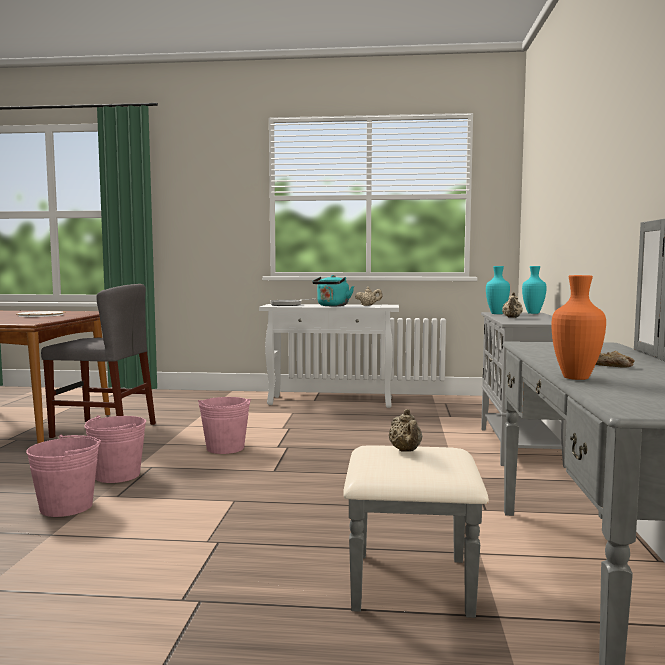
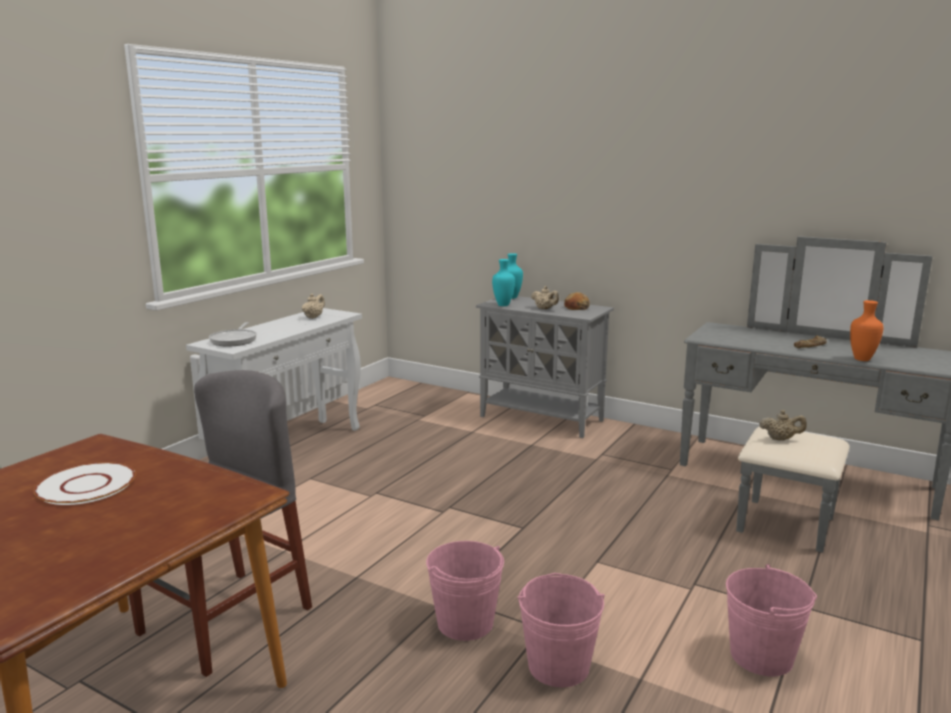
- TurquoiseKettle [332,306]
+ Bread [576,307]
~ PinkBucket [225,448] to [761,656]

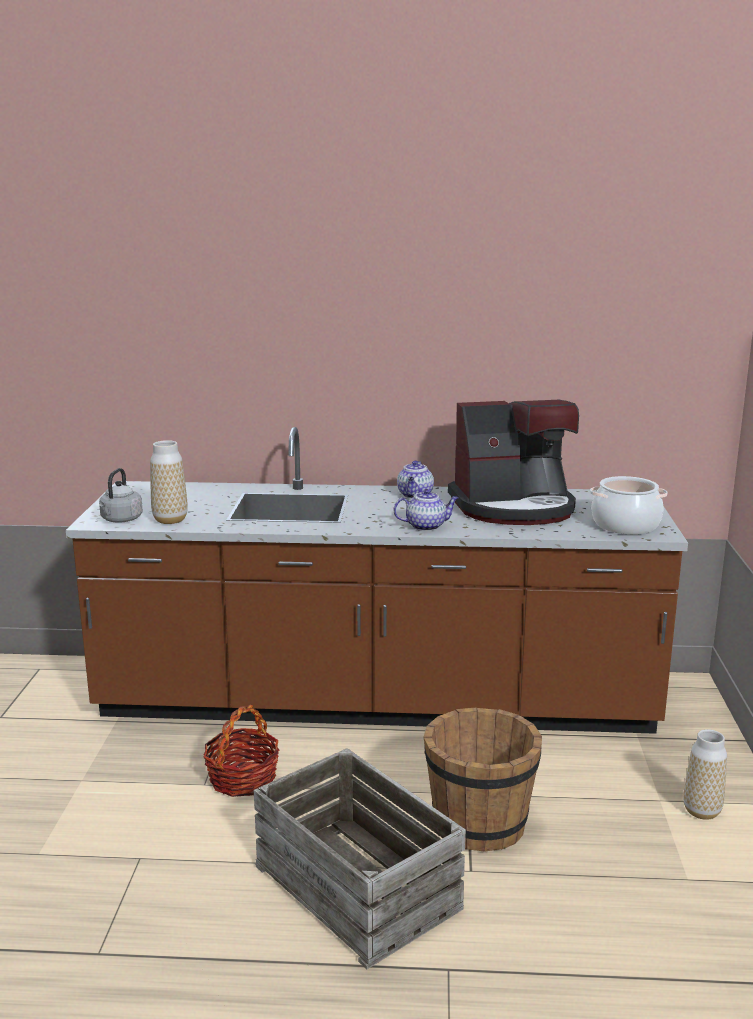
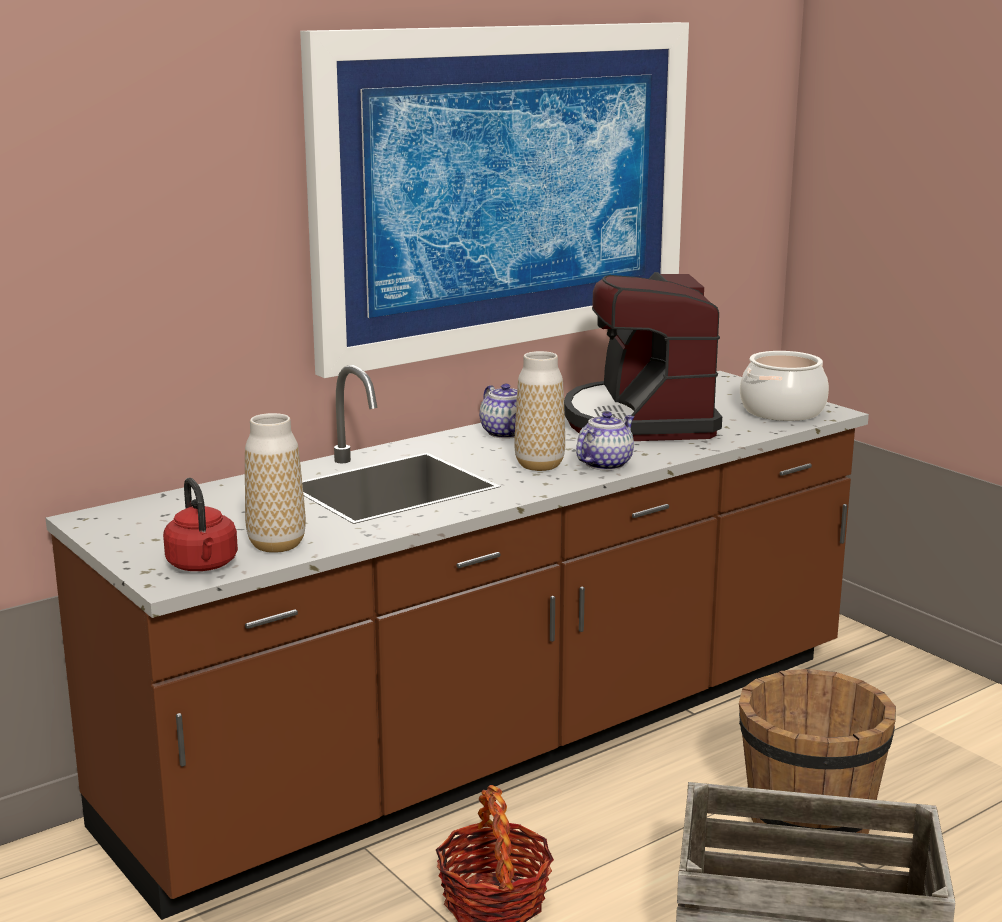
+ Picture [506,188]
~ Vase [701,811] to [539,465]
~ GreyKettle [120,520] to RedKettle [203,566]
~ CoffeeMachine [514,507] = [640,420] 135 degrees clockwise

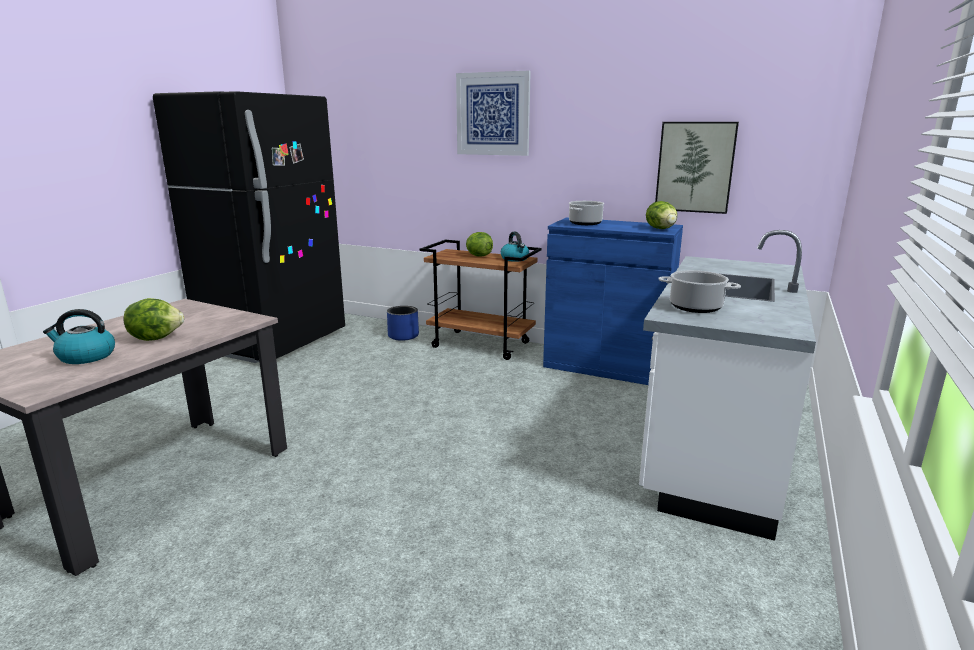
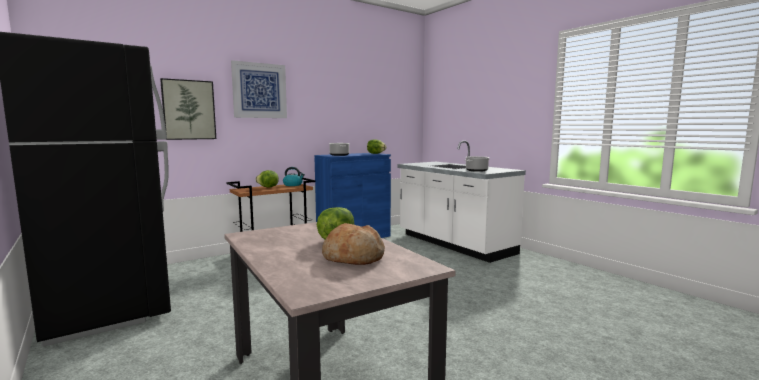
- BluePlanter [403,336]
~ Picture [695,167] to [189,110]
~ Kettle [85,356] to Bread [354,257]

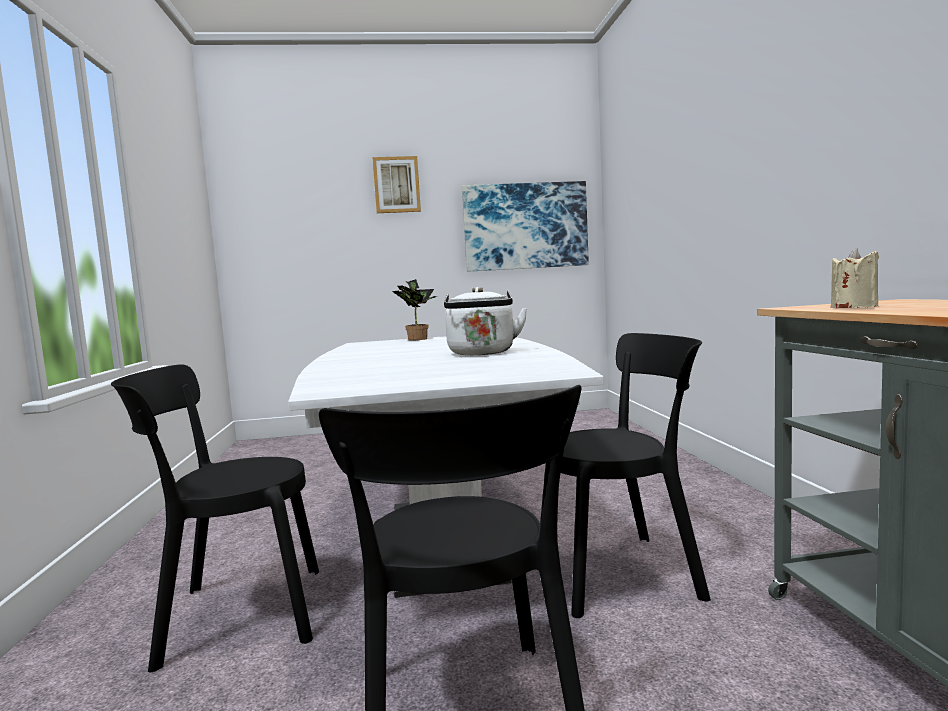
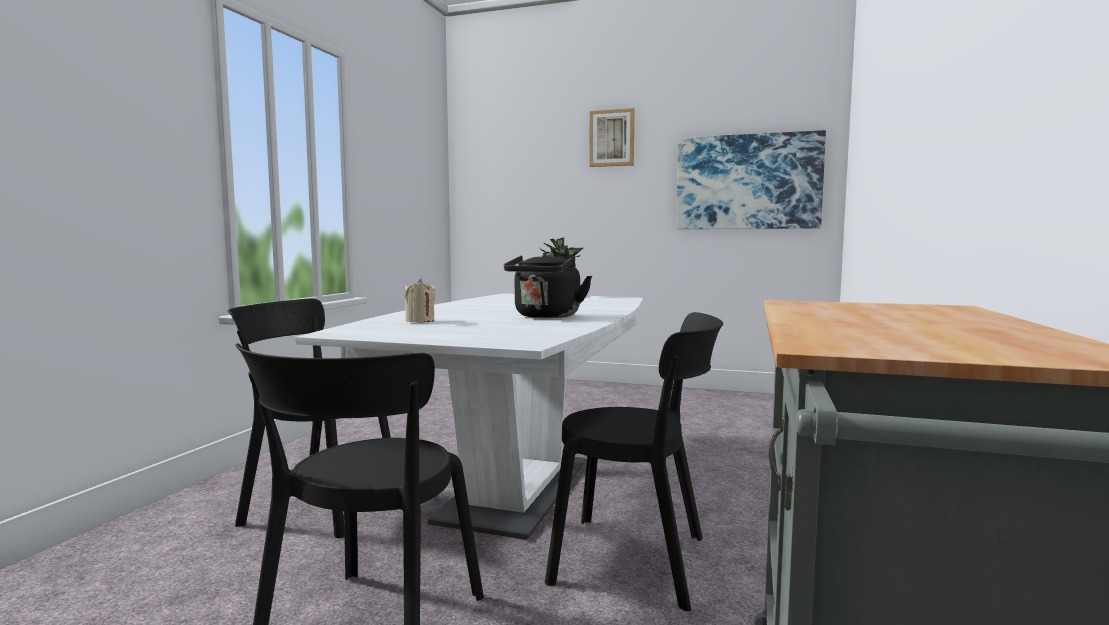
~ BeigeCandle [854,307] to [420,321]
~ WhiteKettle [482,353] to BlackKettle [546,316]

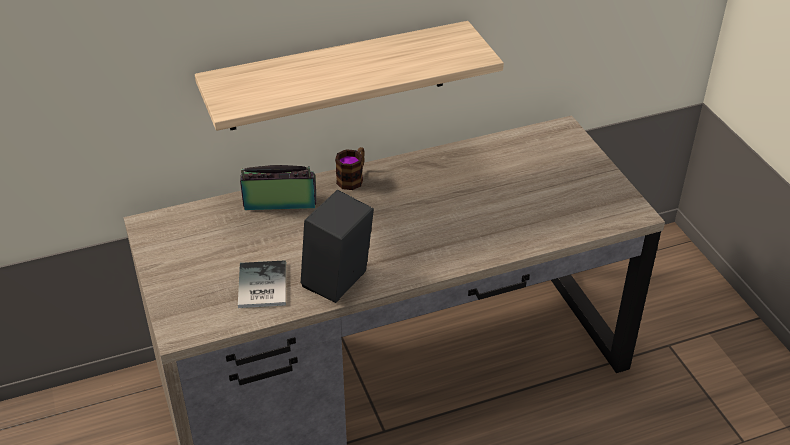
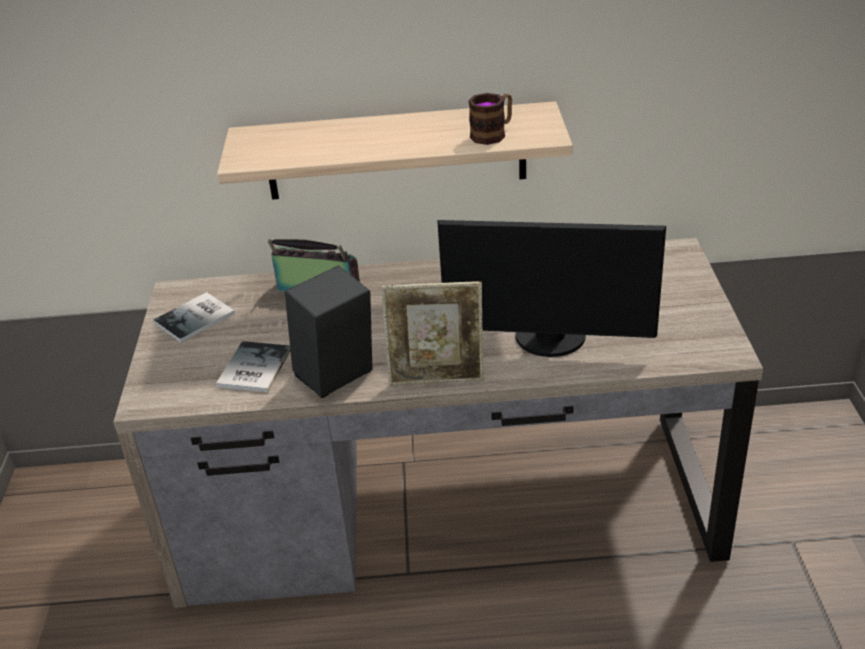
+ Book [197,318]
+ PictureFrame [437,379]
+ Monitor [550,340]
~ Mug [353,178] to [493,134]

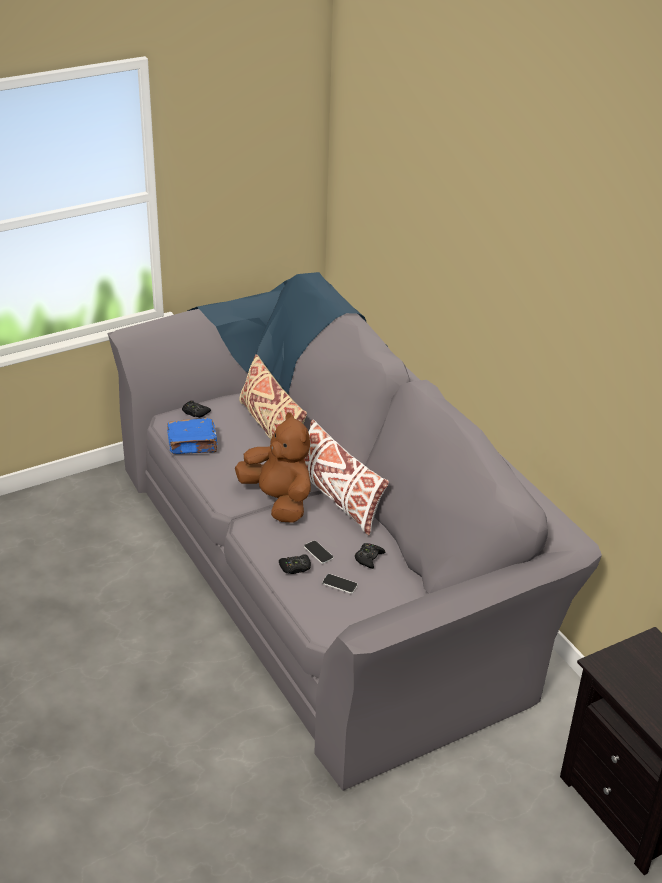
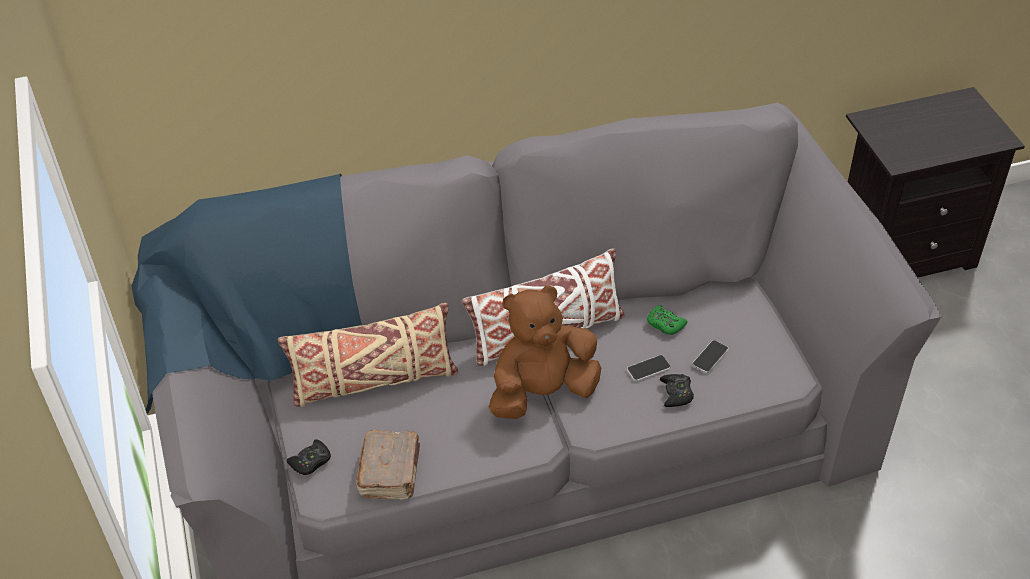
~ BlueBook [193,445] to BrownBook [391,472]
~ BlackGameController [369,558] to GreenGameController [665,324]

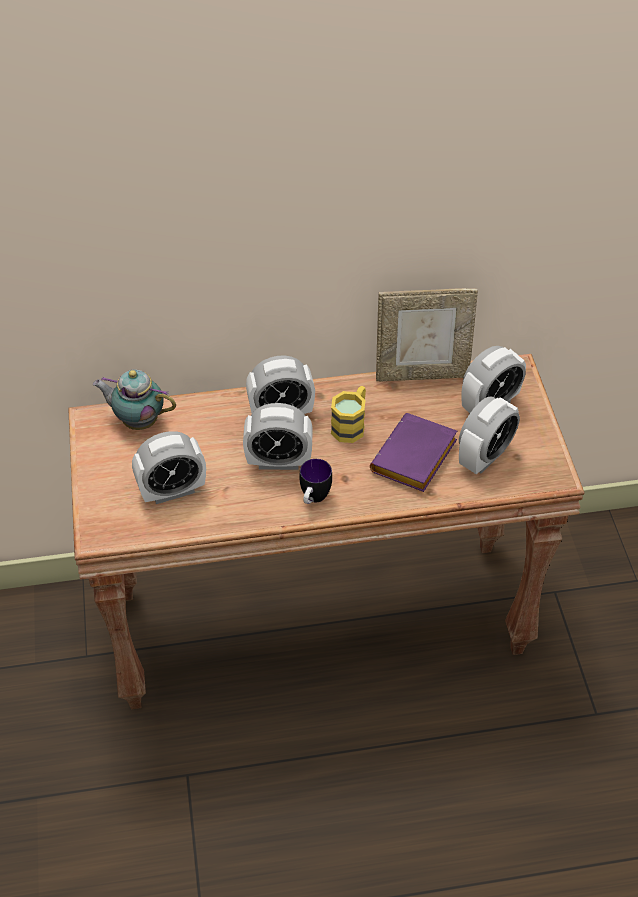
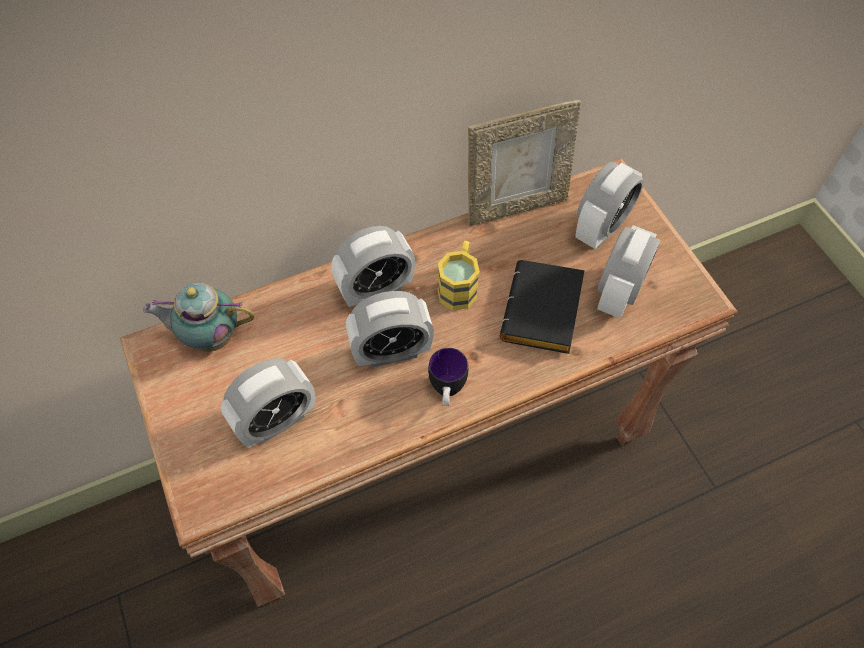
~ PurpleBook [415,460] to BlackBook [544,314]

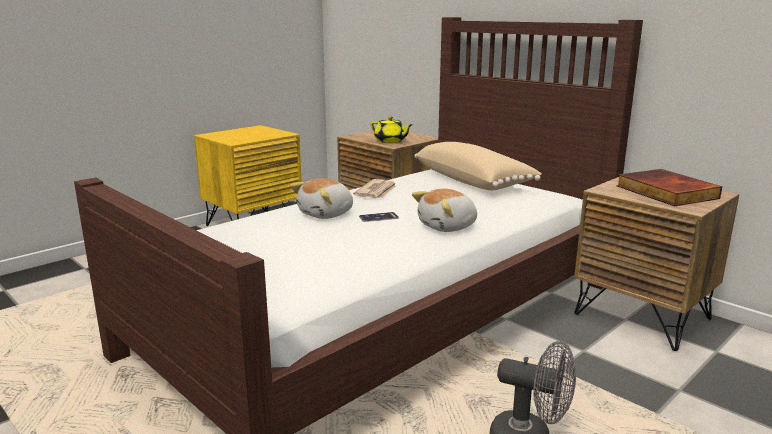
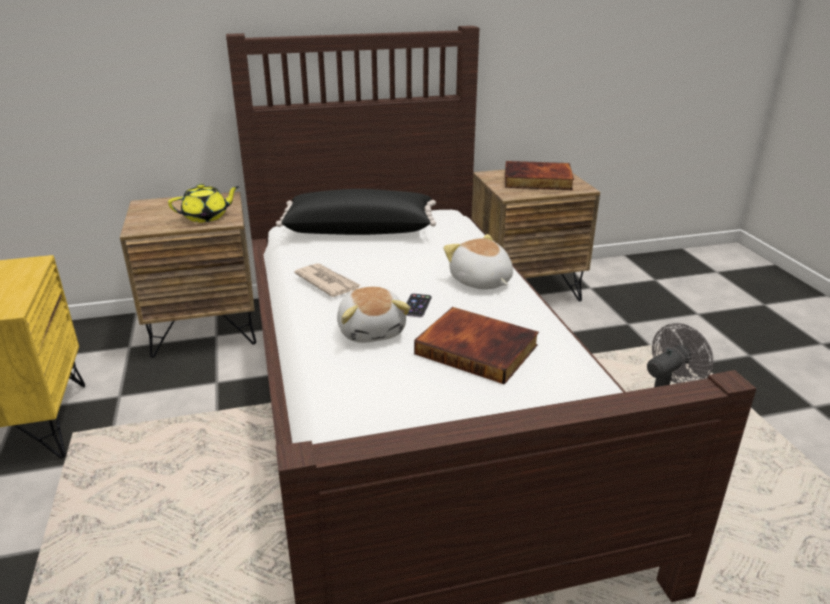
+ Book [478,348]
~ BeigePillow [473,182] to BlackPillow [359,229]
~ PlushToy [448,227] = [480,282] 150 degrees clockwise

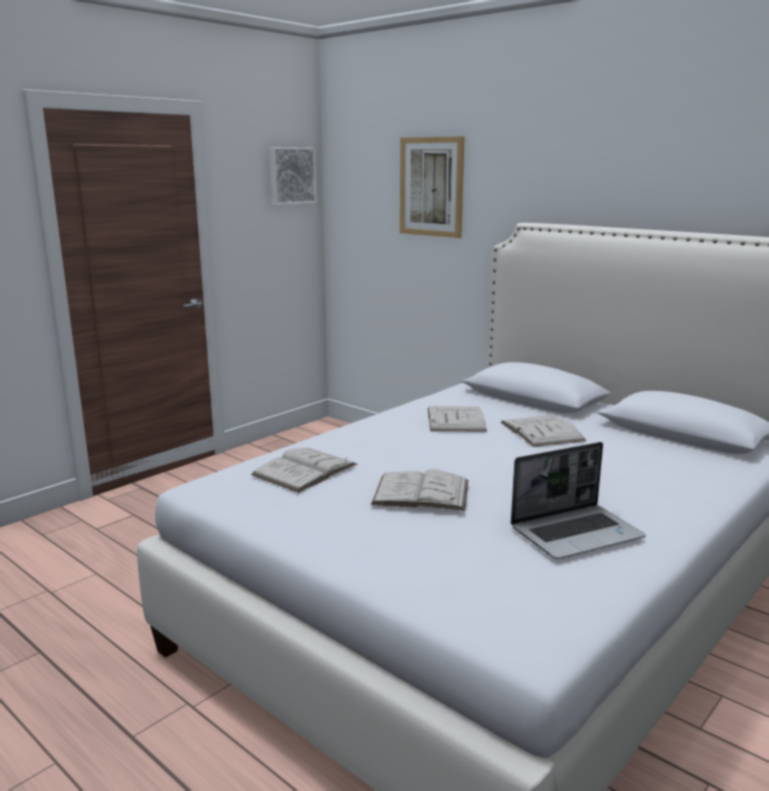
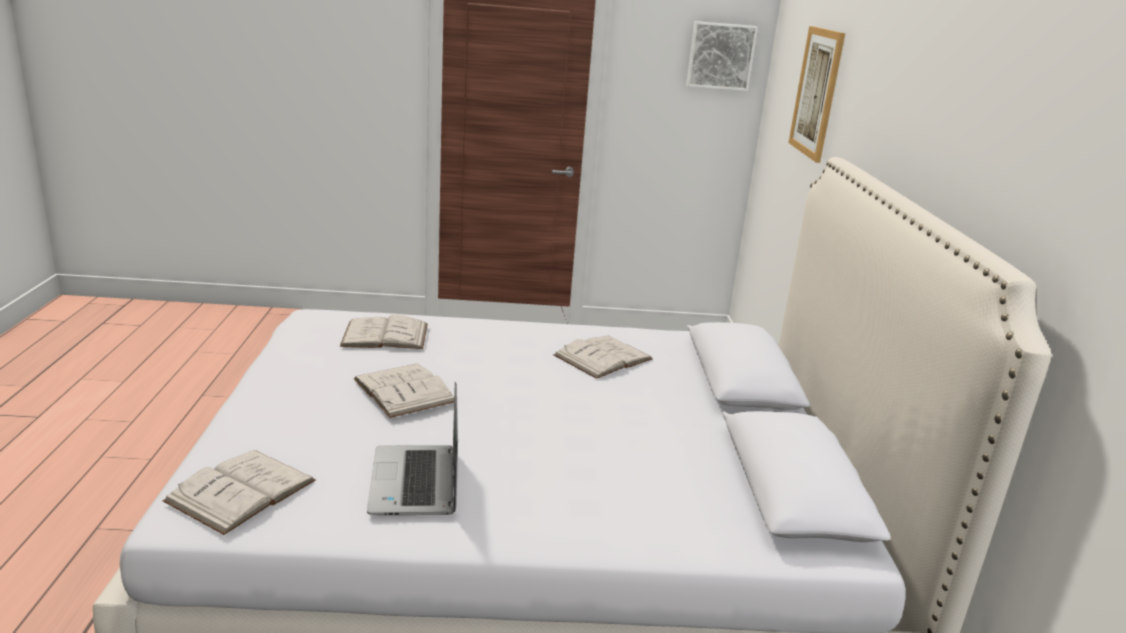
~ WhiteBook [541,431] to [241,490]
~ Laptop [576,533] = [416,483] 60 degrees clockwise

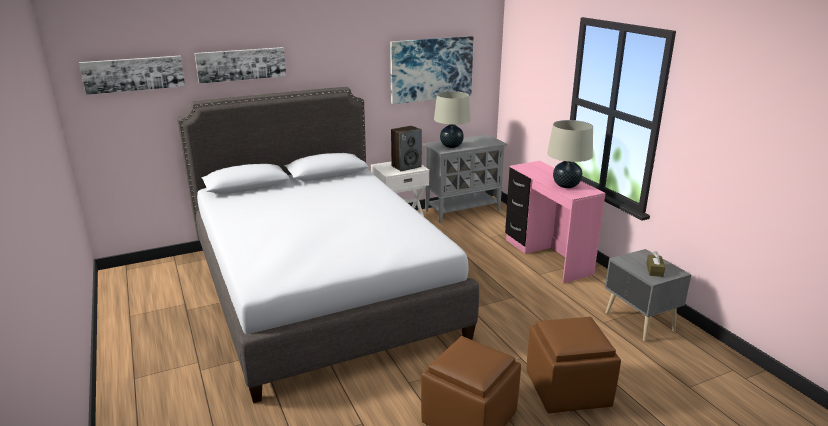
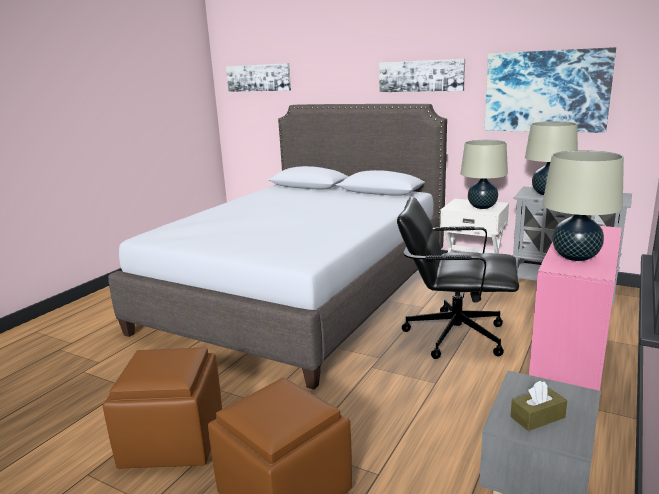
+ BlackOfficeChair [454,335]
~ Picture [241,64] to [421,76]
~ Speaker [406,166] to BeigeTableLamp [482,207]

